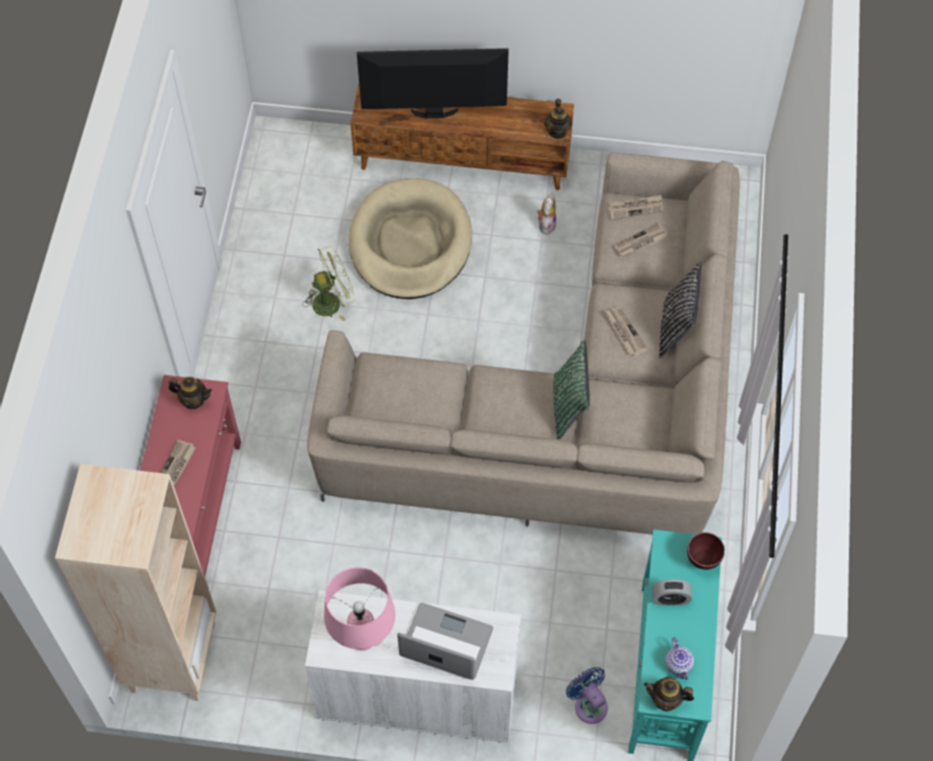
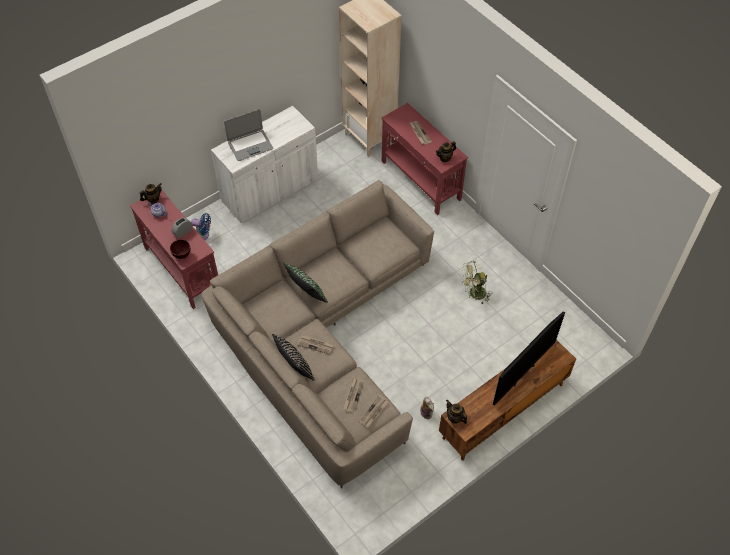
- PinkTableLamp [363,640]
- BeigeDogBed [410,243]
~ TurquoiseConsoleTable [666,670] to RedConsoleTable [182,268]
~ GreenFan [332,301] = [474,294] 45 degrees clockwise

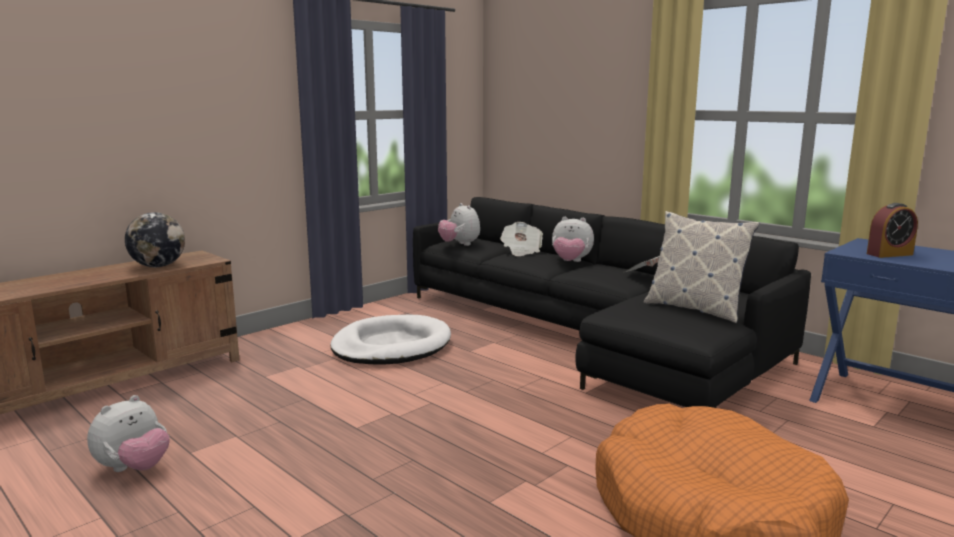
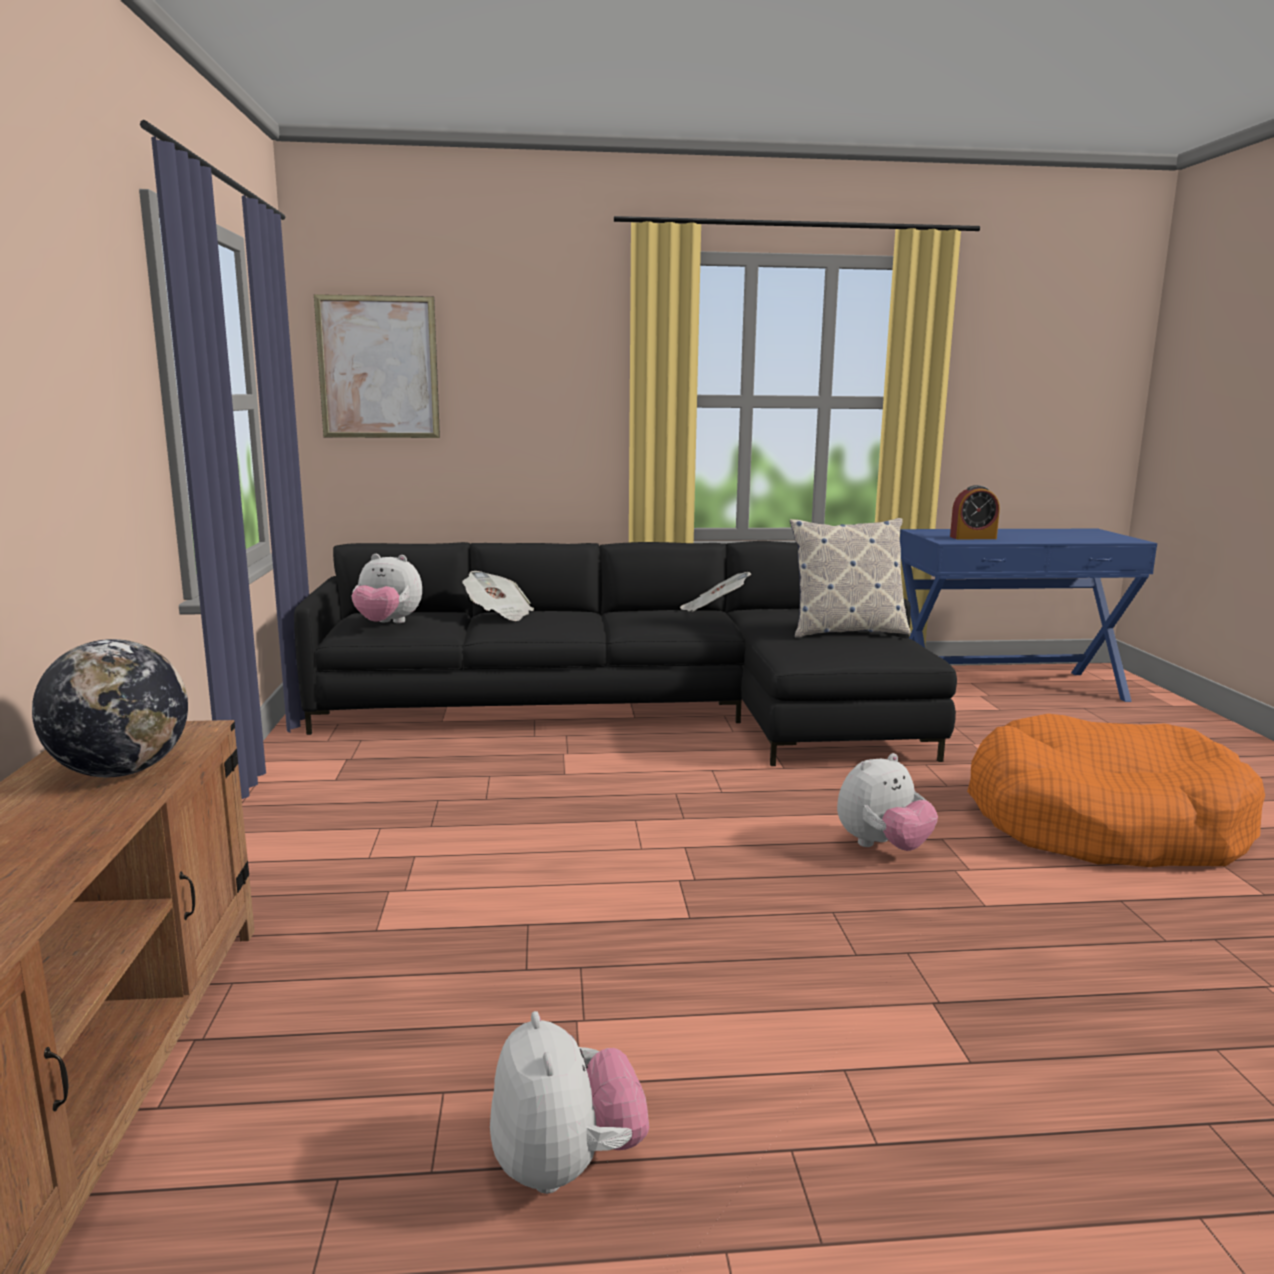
- WhiteDogBed [391,346]
+ Picture [378,367]
~ PlushToy [571,262] to [882,846]
~ AlarmClock [889,254] = [973,538] 60 degrees clockwise

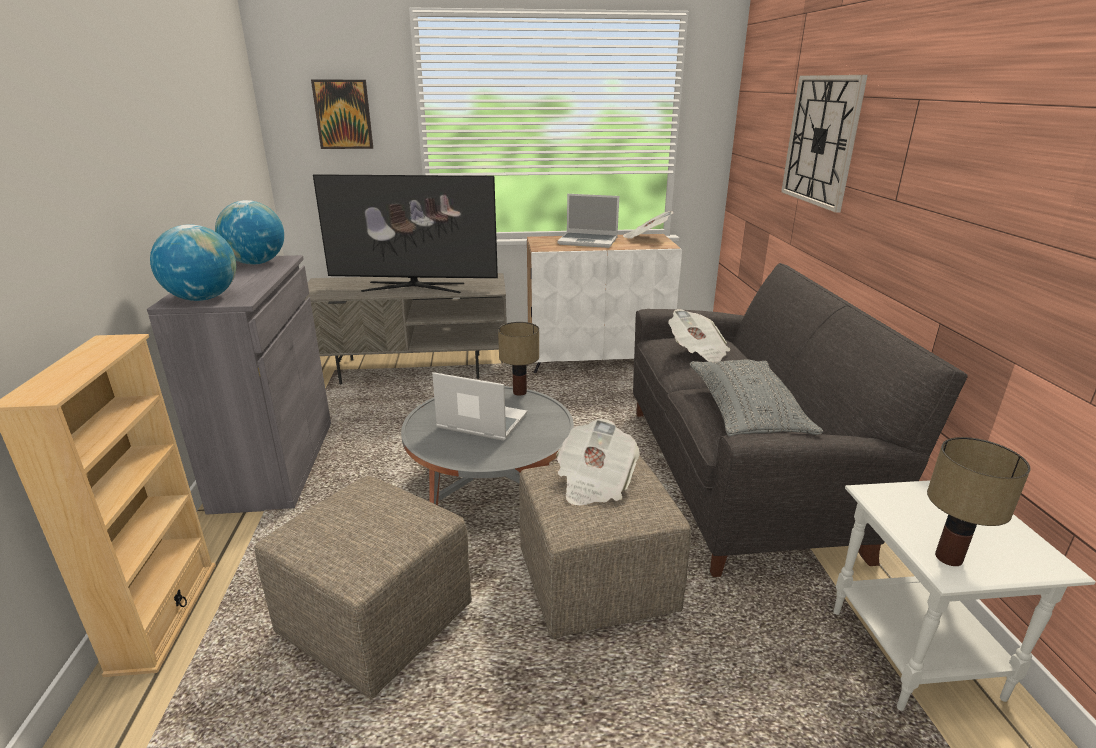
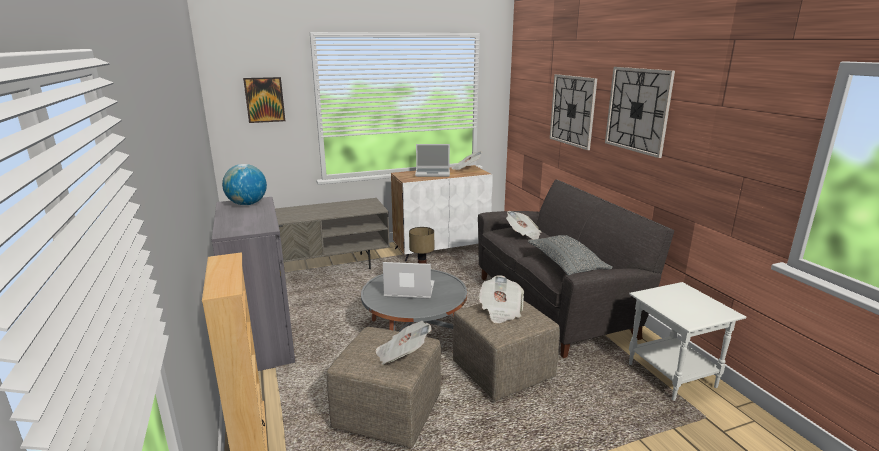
- Globe [203,298]
- Television [413,287]
- TableLamp [947,557]
+ Newspaper [402,355]
+ WallClock [638,110]

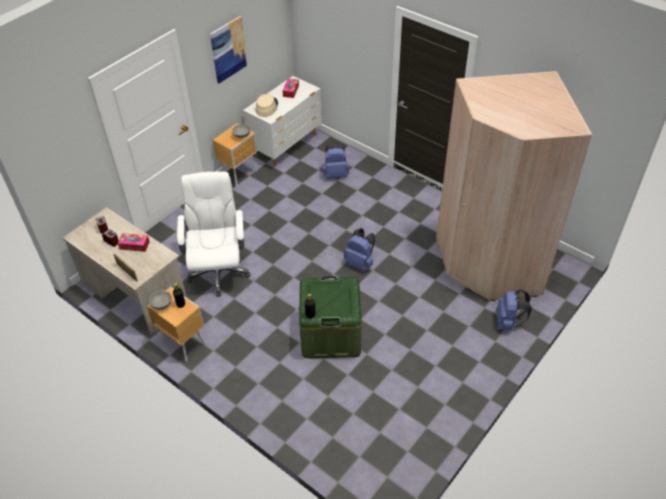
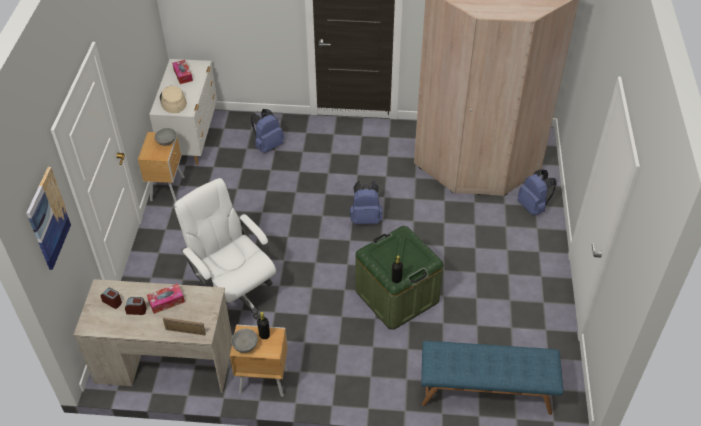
+ BlueBench [486,392]
~ Picture [228,49] to [48,218]

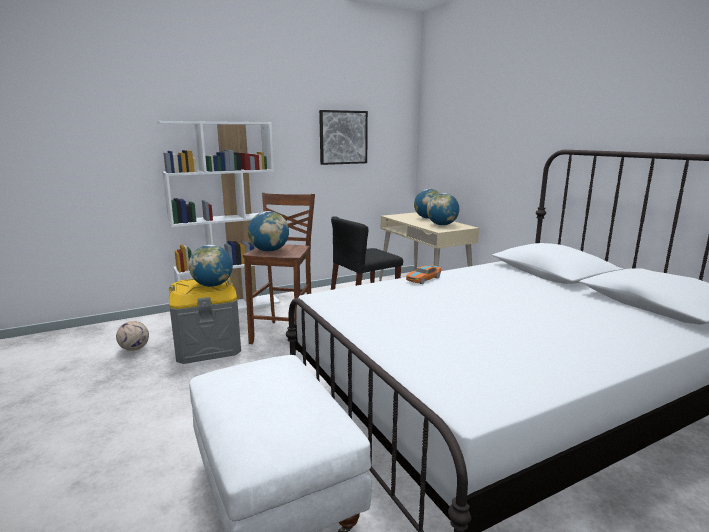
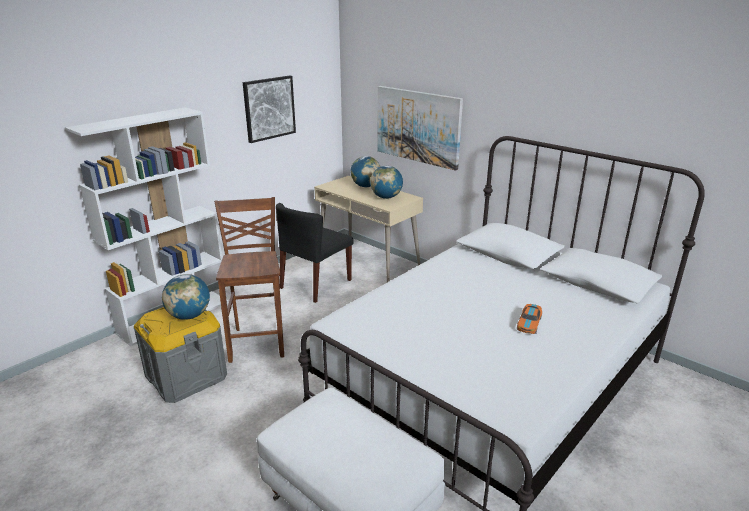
- Football [134,348]
- Globe [269,251]
+ Picture [418,126]
~ ToyCar [423,279] to [529,323]

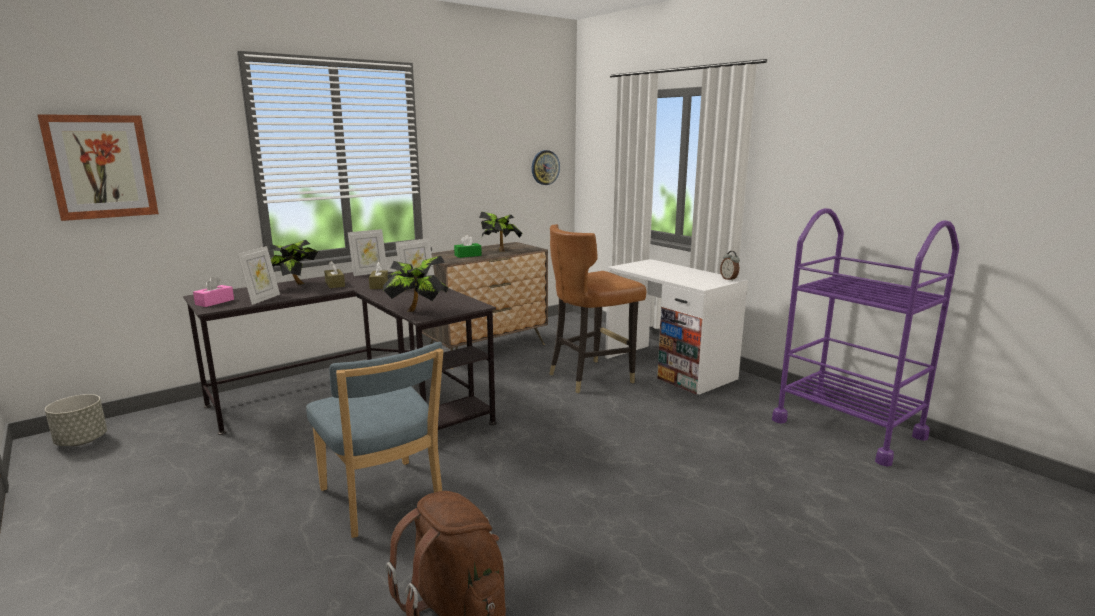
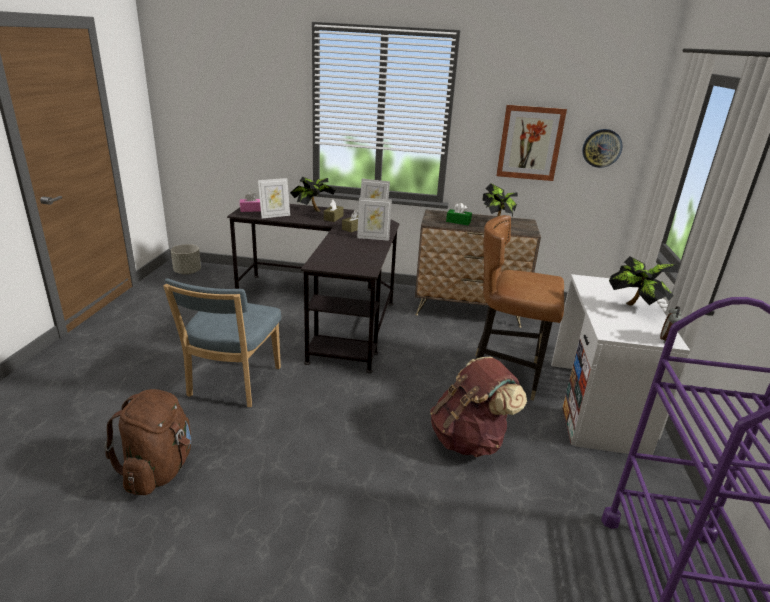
+ BrownBackpack [469,440]
~ Picture [101,167] to [530,143]
~ PottedPlant [418,311] to [635,307]

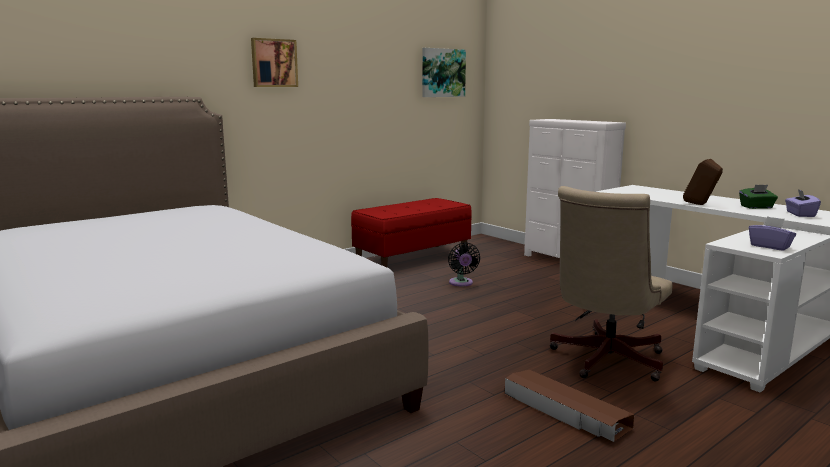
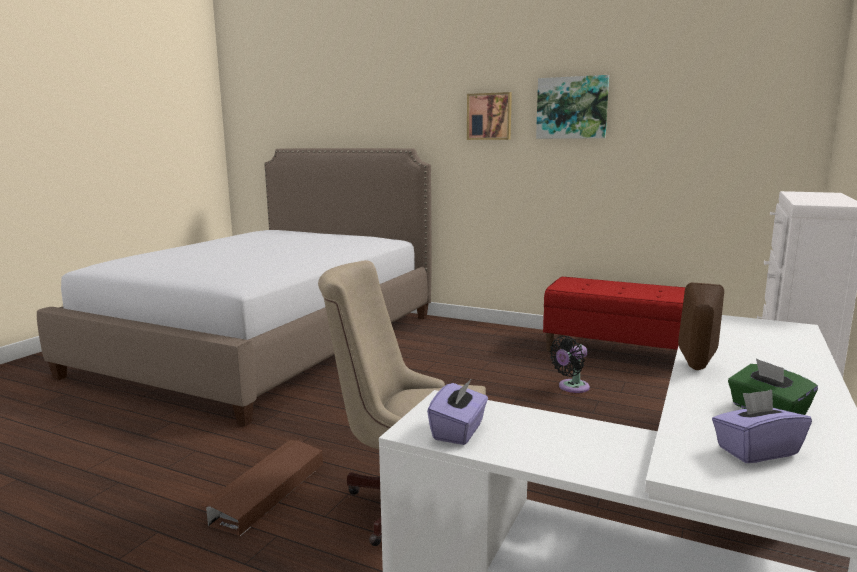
~ Picture [442,73] to [572,108]

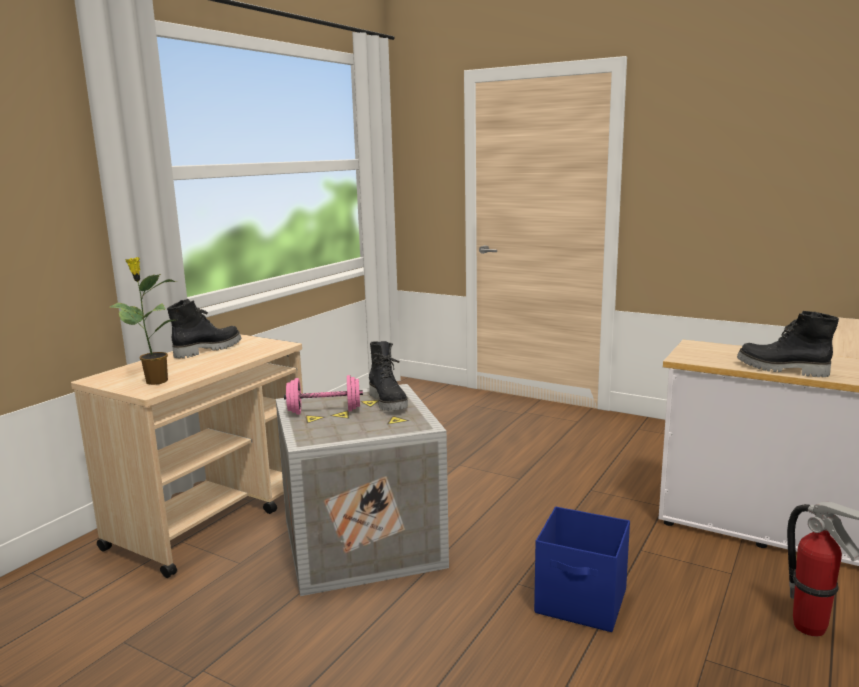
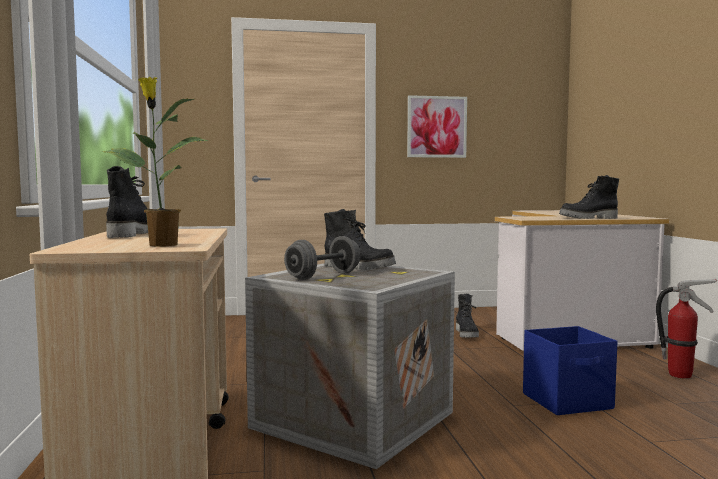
+ Picture [436,127]
+ BlackBoot [467,334]
~ PinkDumbbell [324,411] to GreyDumbbell [323,276]

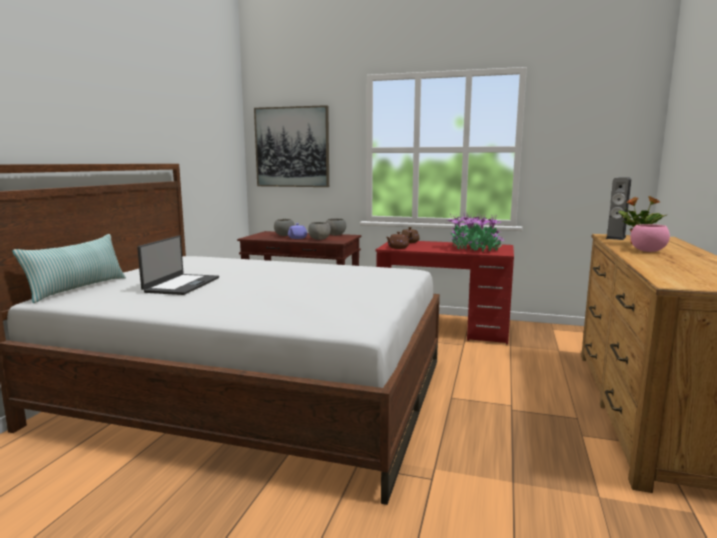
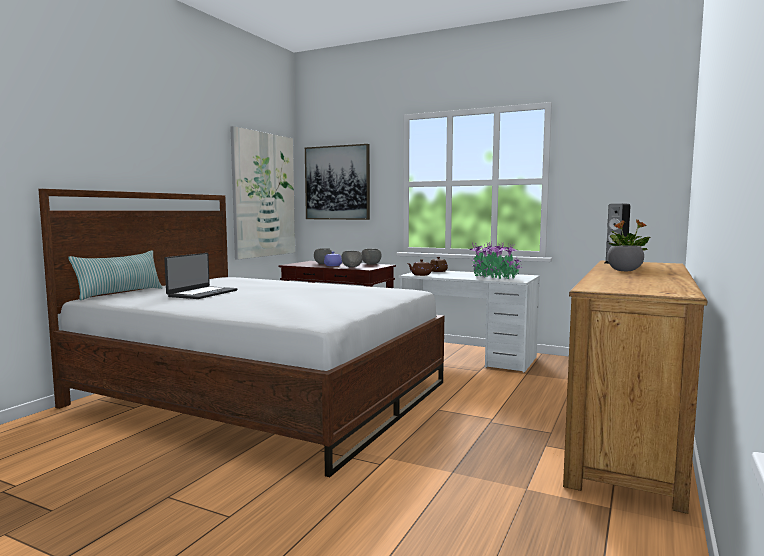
+ Picture [264,195]
~ RedDesk [443,328] to WhiteDesk [468,357]
~ PinkBowl [647,251] to GreyBowl [624,271]

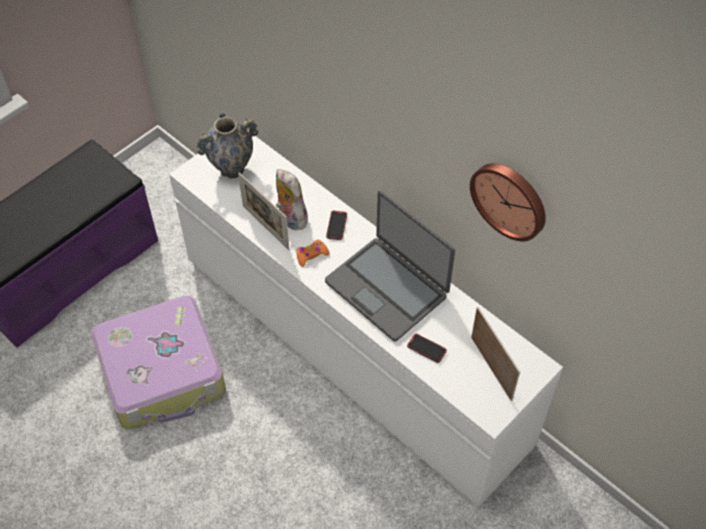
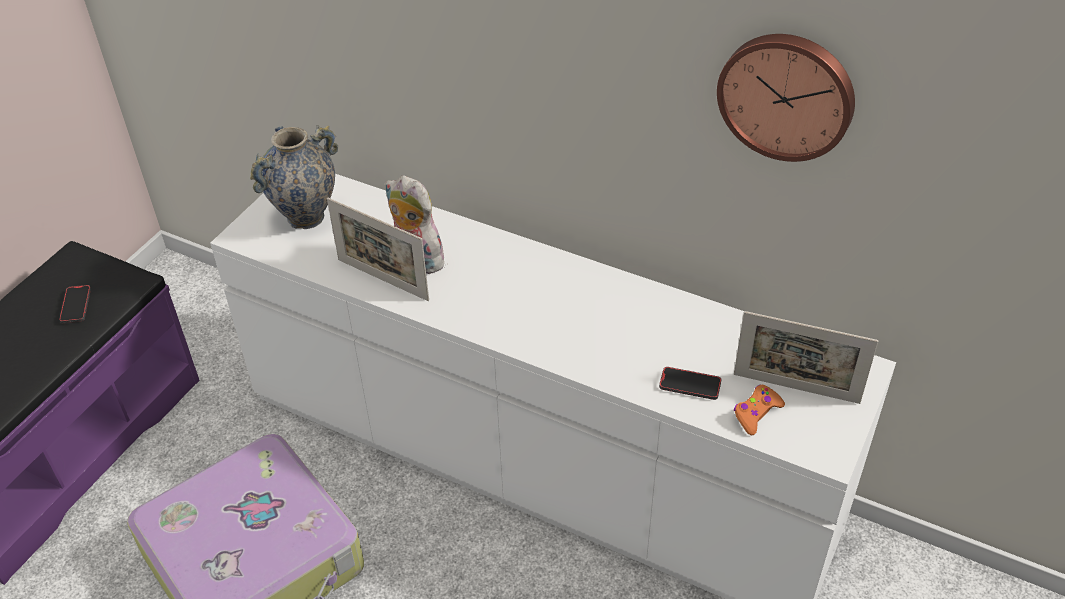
- Laptop [387,288]
~ OrangeGameController [311,255] to [756,413]
~ Phone [336,226] to [76,305]
~ PictureFrame [491,368] = [796,388] 150 degrees clockwise

